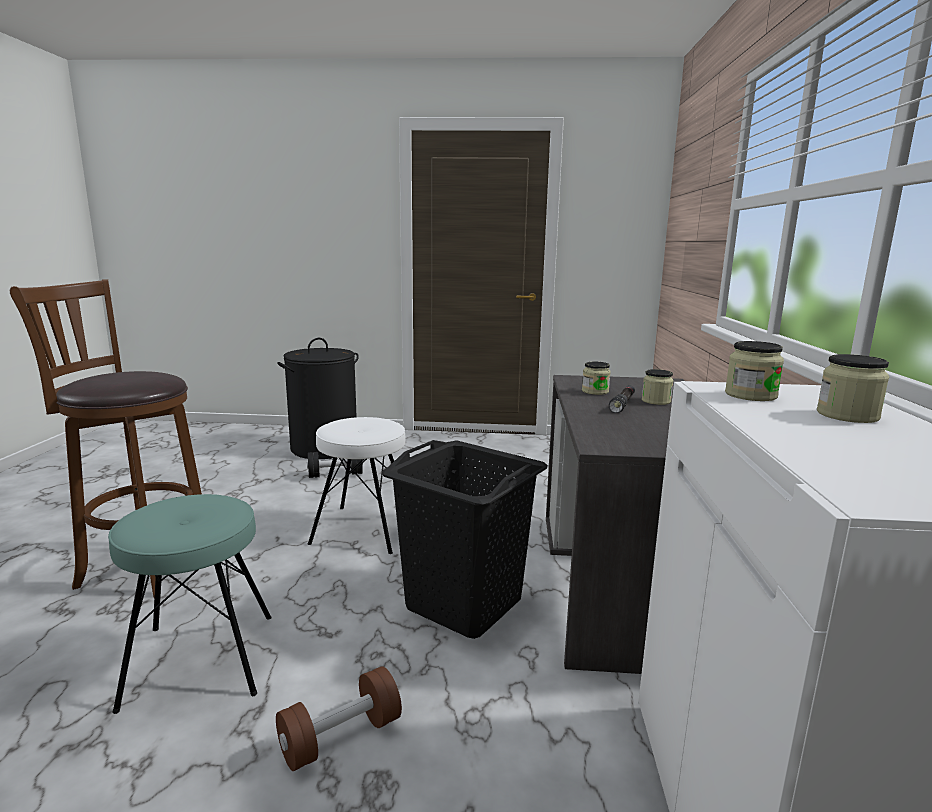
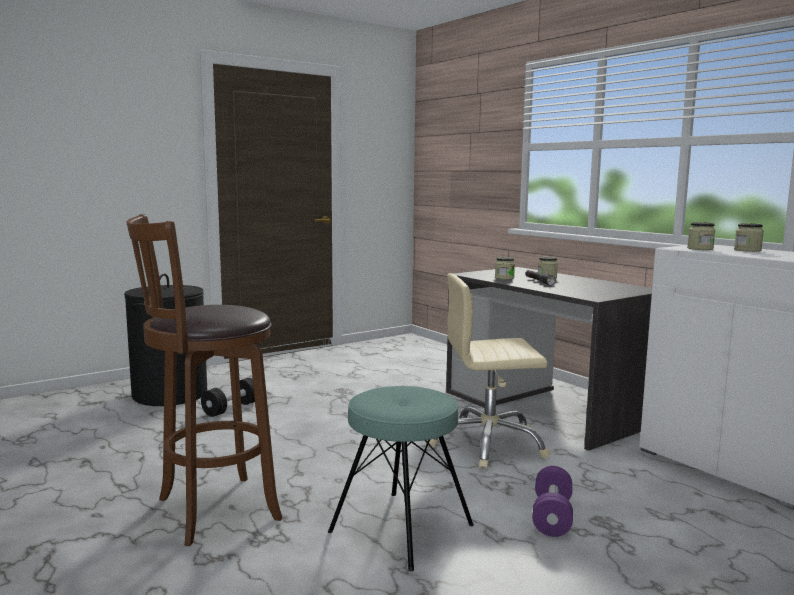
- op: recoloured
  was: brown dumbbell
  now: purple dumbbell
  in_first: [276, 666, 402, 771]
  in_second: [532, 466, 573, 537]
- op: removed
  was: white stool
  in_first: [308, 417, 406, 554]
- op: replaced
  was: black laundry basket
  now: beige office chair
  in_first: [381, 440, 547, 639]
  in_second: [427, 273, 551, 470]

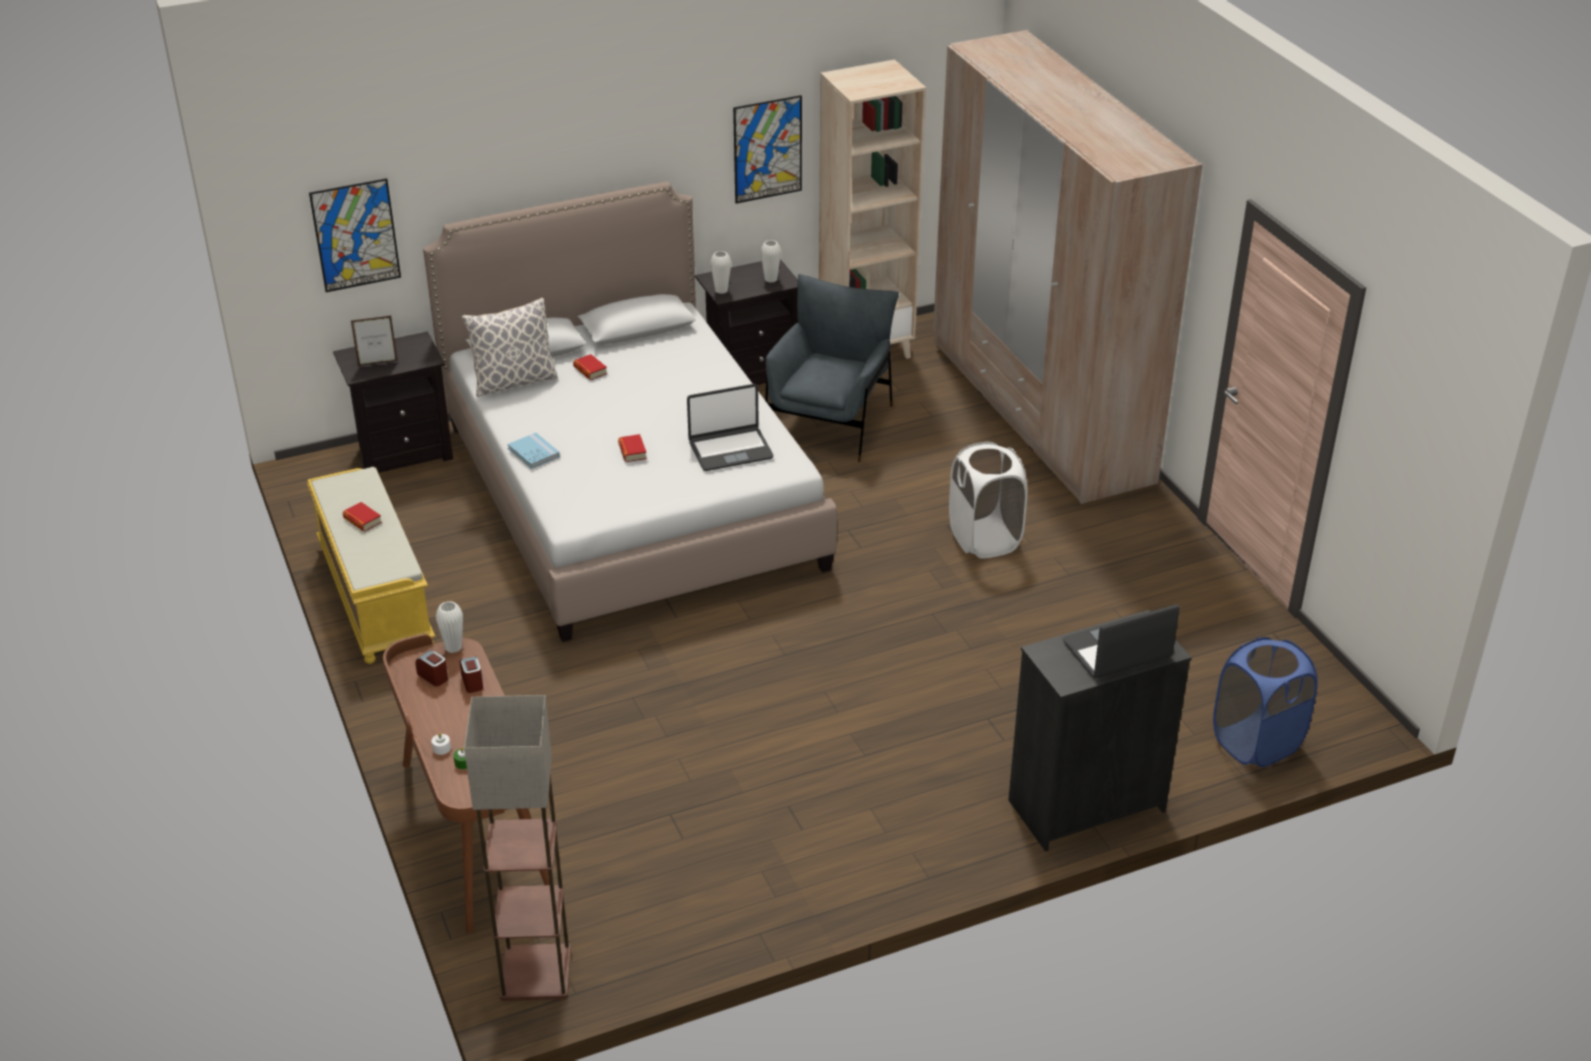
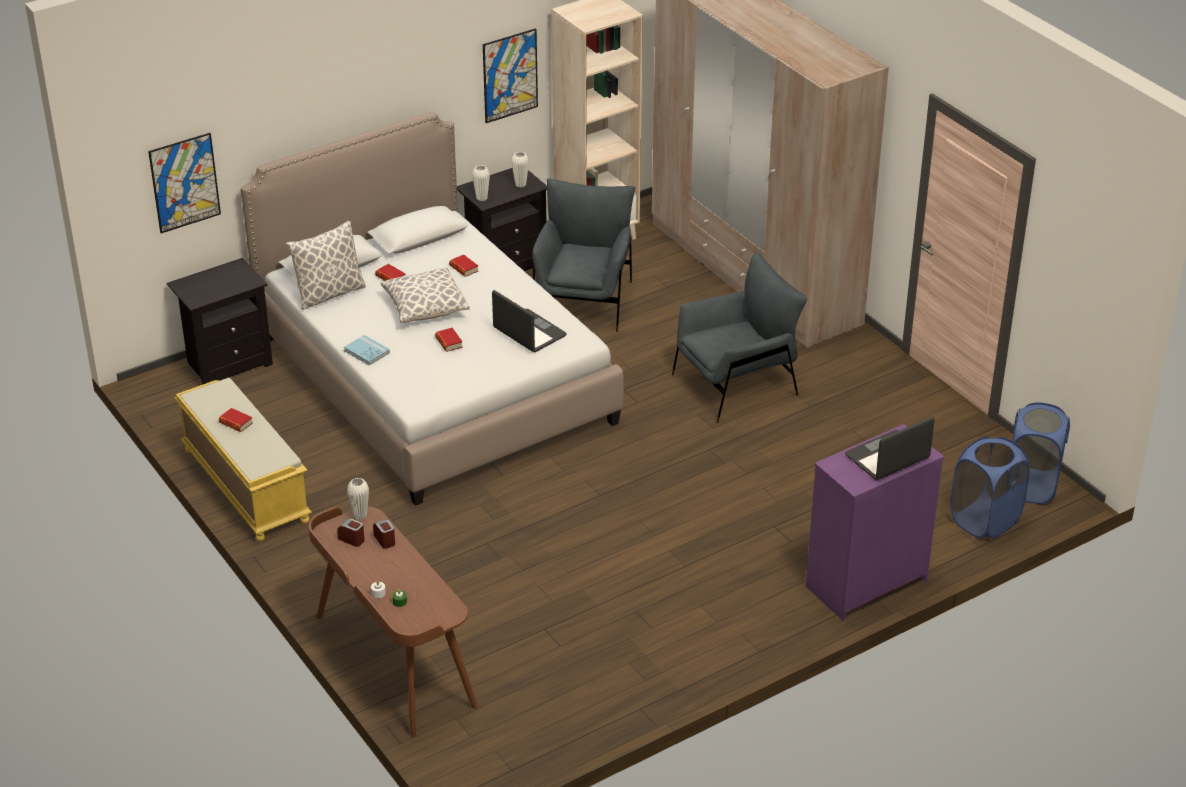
- op: removed
  was: picture frame
  in_first: [351, 316, 398, 366]
- op: removed
  was: floor lamp
  in_first: [464, 695, 571, 1001]
- op: turned
  was: laptop
  in_first: [687, 384, 773, 471]
  in_second: [492, 290, 567, 352]
  clockwise: -105
- op: replaced
  was: white laundry basket
  now: grey armchair
  in_first: [949, 442, 1027, 559]
  in_second: [672, 251, 807, 423]
- op: recoloured
  was: black dresser
  now: purple dresser
  in_first: [1008, 610, 1192, 852]
  in_second: [806, 424, 944, 621]
- op: added
  now: pillow
  in_second: [381, 268, 470, 323]
- op: added
  now: book
  in_second: [449, 255, 478, 277]
- op: added
  now: blue laundry basket
  in_second: [1012, 402, 1070, 504]

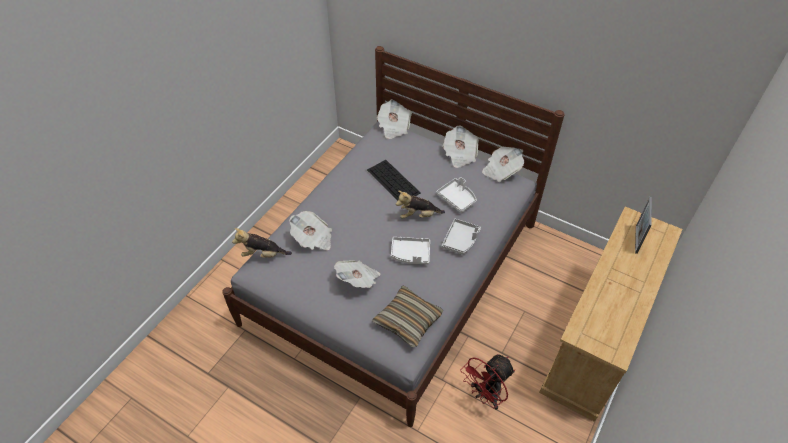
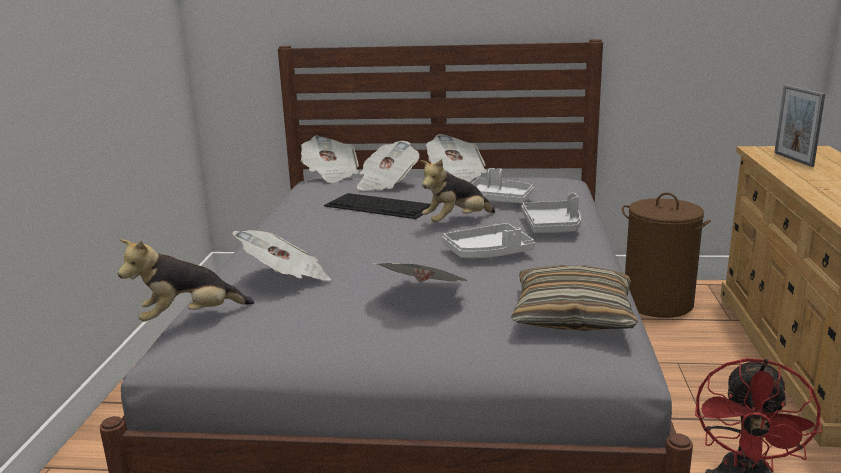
- op: moved
  was: newspaper
  in_first: [482, 147, 524, 182]
  in_second: [357, 141, 419, 191]
- op: added
  now: brown laundry basket
  in_second: [622, 193, 711, 318]

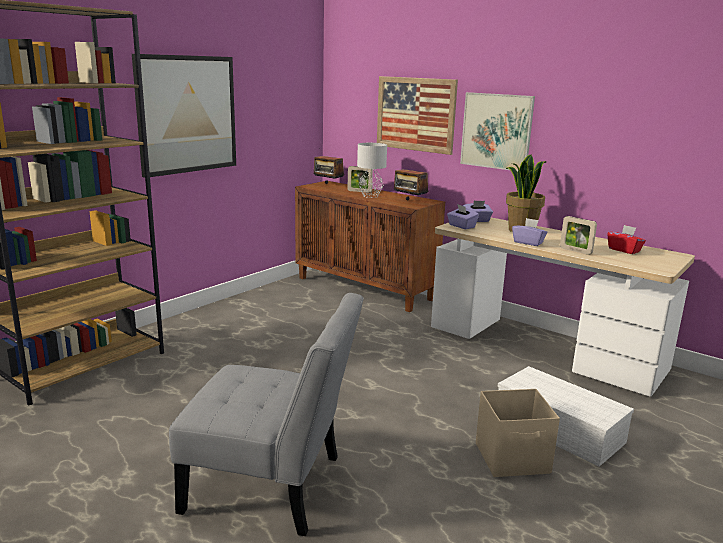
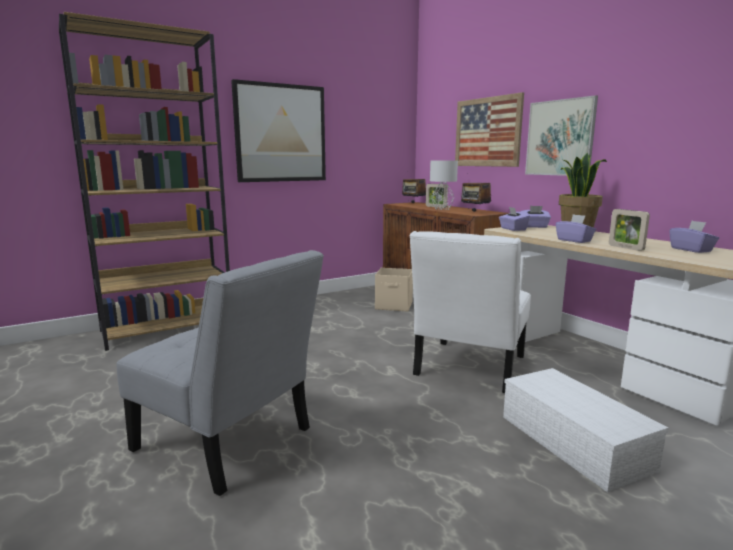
- op: moved
  was: beige storage box
  in_first: [476, 389, 560, 477]
  in_second: [375, 268, 413, 311]
- op: recoloured
  was: red tissue box
  now: purple tissue box
  in_first: [608, 225, 646, 254]
  in_second: [669, 221, 719, 253]
- op: added
  now: white chair
  in_second: [409, 231, 531, 393]

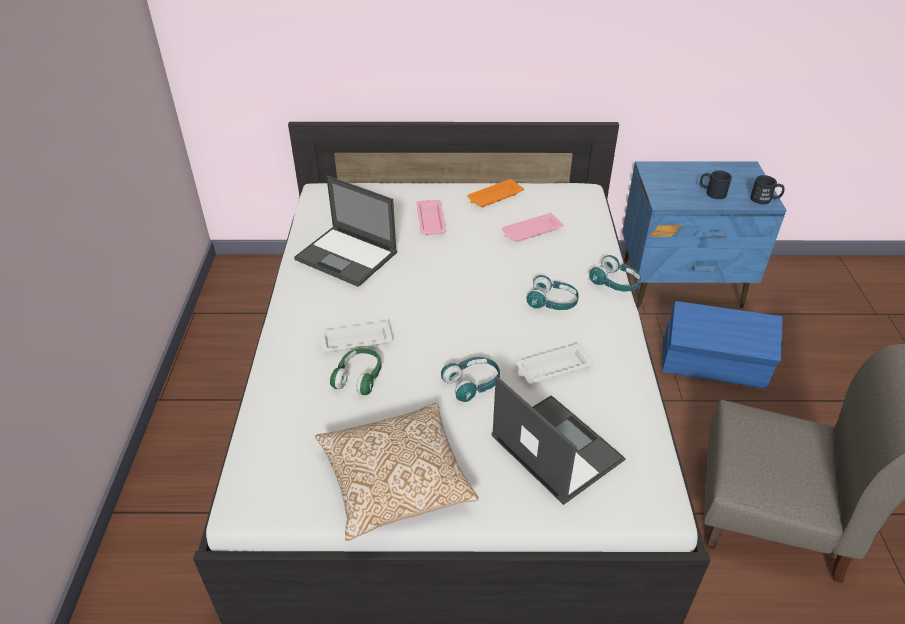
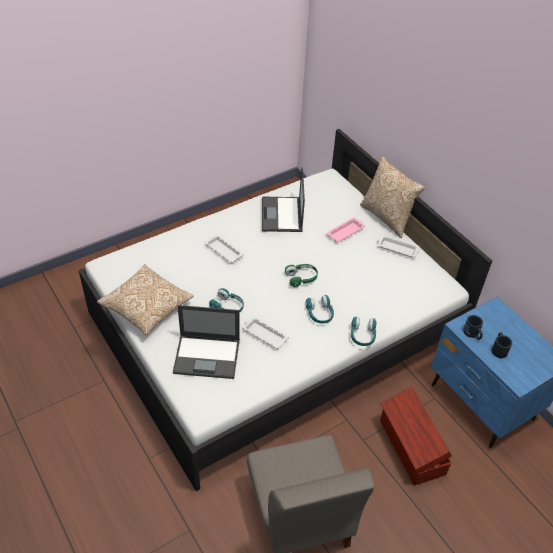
- op: moved
  was: green headphones
  in_first: [330, 348, 381, 395]
  in_second: [285, 264, 318, 287]
- op: recoloured
  was: orange tray
  now: white tray
  in_first: [467, 179, 524, 207]
  in_second: [378, 235, 420, 258]
- op: turned
  was: laptop
  in_first: [492, 376, 626, 505]
  in_second: [173, 305, 240, 379]
  clockwise: 75
- op: removed
  was: pink tray
  in_first: [502, 213, 564, 242]
- op: recoloured
  was: blue storage box
  now: brown storage box
  in_first: [662, 301, 782, 389]
  in_second: [380, 387, 452, 485]
- op: moved
  was: black mug
  in_first: [750, 175, 785, 204]
  in_second: [463, 315, 483, 340]
- op: added
  now: pillow
  in_second: [360, 156, 426, 238]

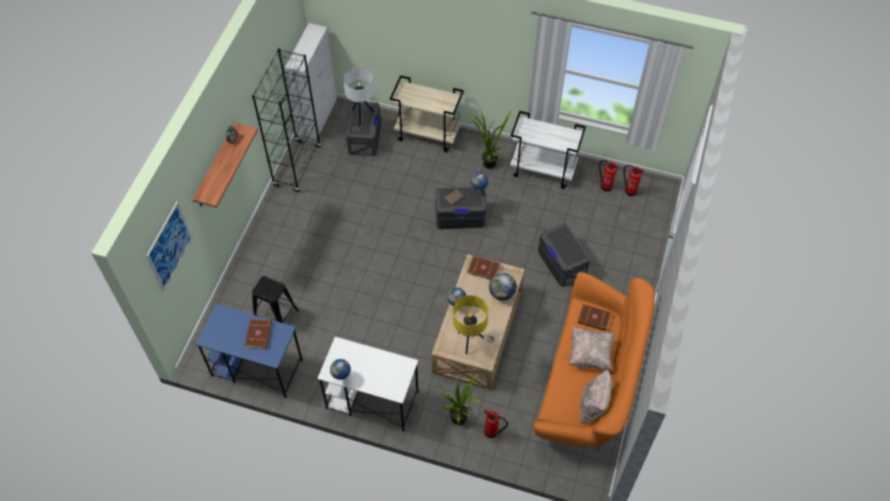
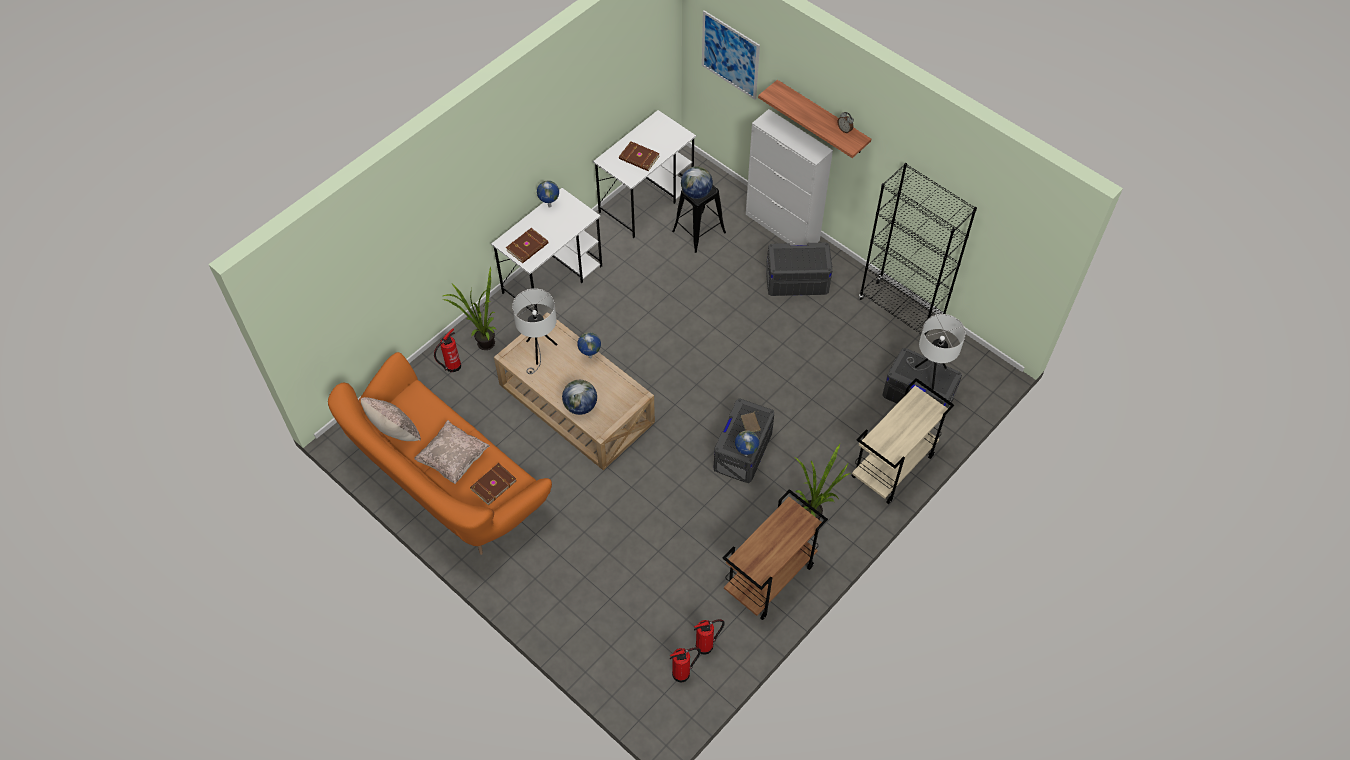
- op: recoloured
  was: blue desk
  now: white desk
  in_first: [195, 304, 303, 398]
  in_second: [593, 110, 696, 238]
- op: moved
  was: white cabinet
  in_first: [285, 23, 337, 142]
  in_second: [746, 109, 833, 245]
- op: recoloured
  was: yellow table lamp
  now: white table lamp
  in_first: [453, 295, 494, 354]
  in_second: [512, 288, 558, 374]
- op: moved
  was: brown book
  in_first: [467, 256, 500, 280]
  in_second: [506, 228, 549, 263]
- op: recoloured
  was: white cart
  now: brown cart
  in_first: [510, 111, 586, 189]
  in_second: [722, 489, 828, 620]
- op: moved
  was: grey storage box
  in_first: [538, 223, 590, 287]
  in_second: [766, 242, 832, 296]
- op: added
  now: globe
  in_second: [681, 166, 713, 199]

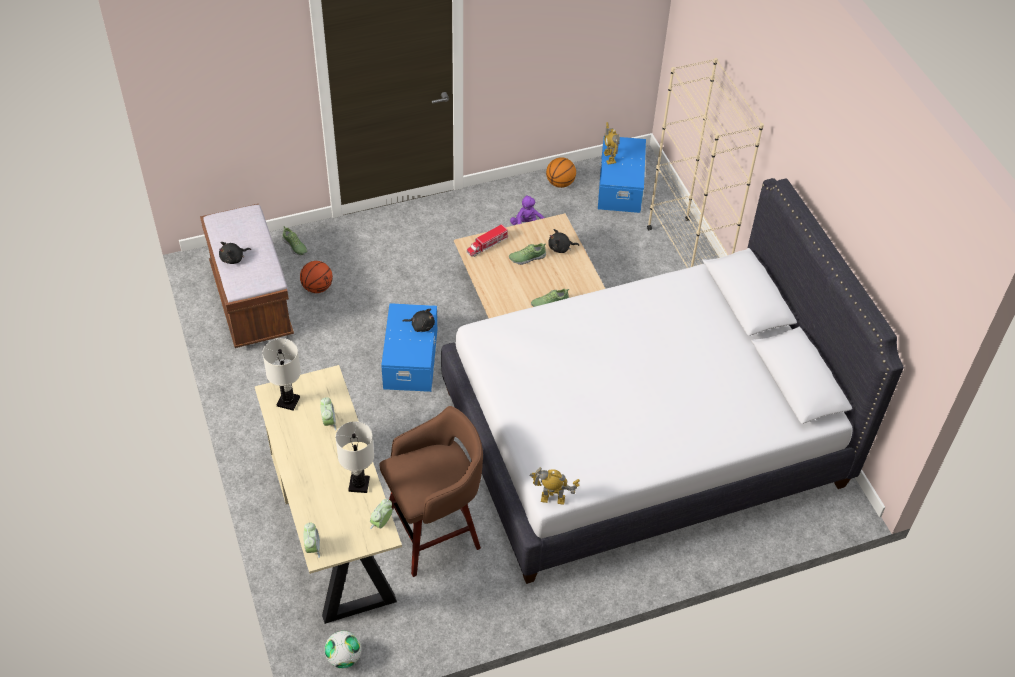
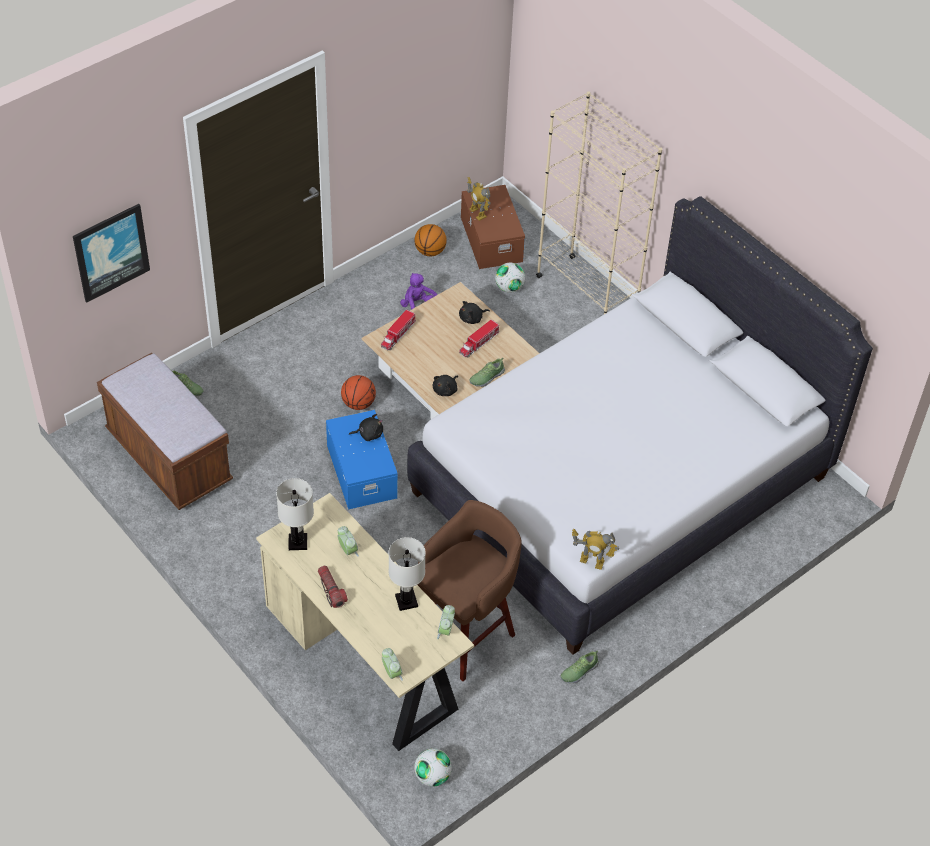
- op: moved
  was: black plush toy
  in_first: [219, 242, 251, 264]
  in_second: [433, 375, 458, 396]
- op: moved
  was: basketball
  in_first: [300, 261, 333, 293]
  in_second: [341, 375, 376, 410]
- op: moved
  was: shoe
  in_first: [509, 243, 546, 265]
  in_second: [561, 651, 599, 683]
- op: turned
  was: toy robot
  in_first: [530, 468, 580, 505]
  in_second: [572, 529, 619, 570]
  clockwise: -150
- op: recoloured
  was: blue storage box
  now: brown storage box
  in_first: [598, 136, 646, 213]
  in_second: [461, 185, 525, 269]
- op: added
  now: picture
  in_second: [73, 204, 150, 303]
- op: added
  now: flashlight
  in_second: [318, 566, 348, 608]
- op: added
  now: toy truck
  in_second: [459, 319, 499, 357]
- op: added
  now: football
  in_second: [495, 263, 525, 292]

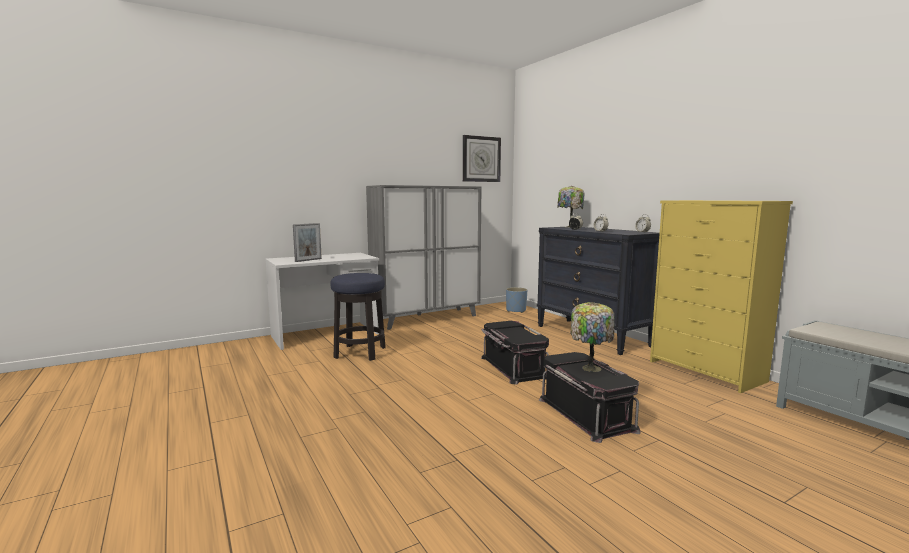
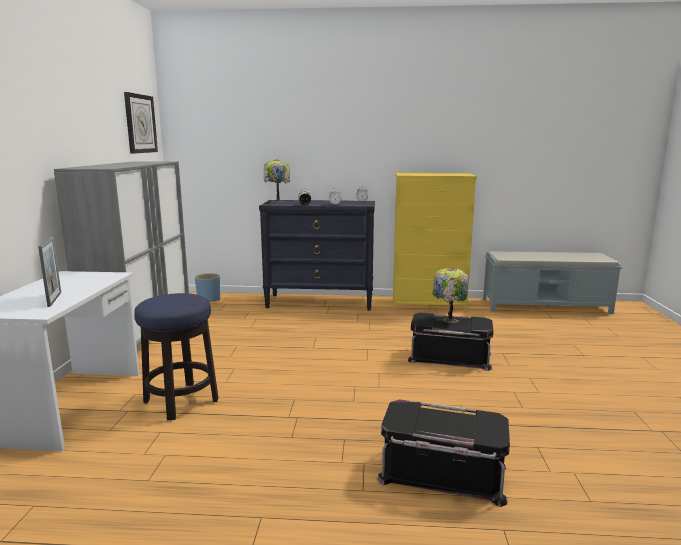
- op: moved
  was: black storage box
  in_first: [481, 321, 549, 385]
  in_second: [377, 399, 510, 507]

